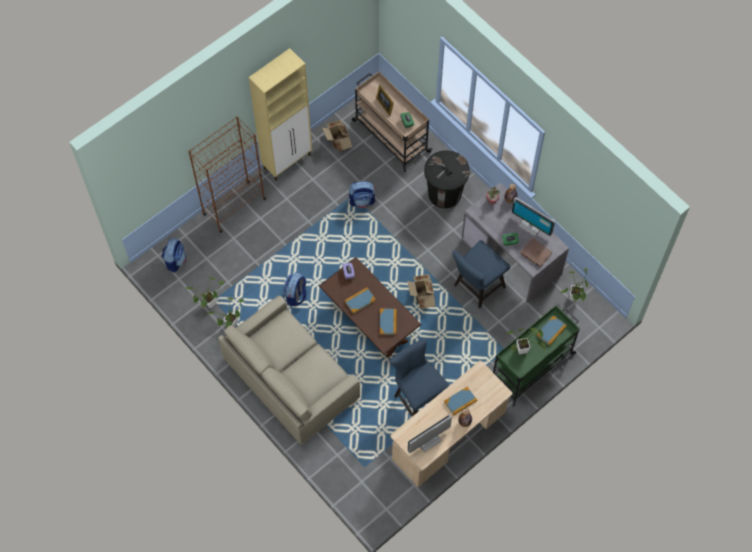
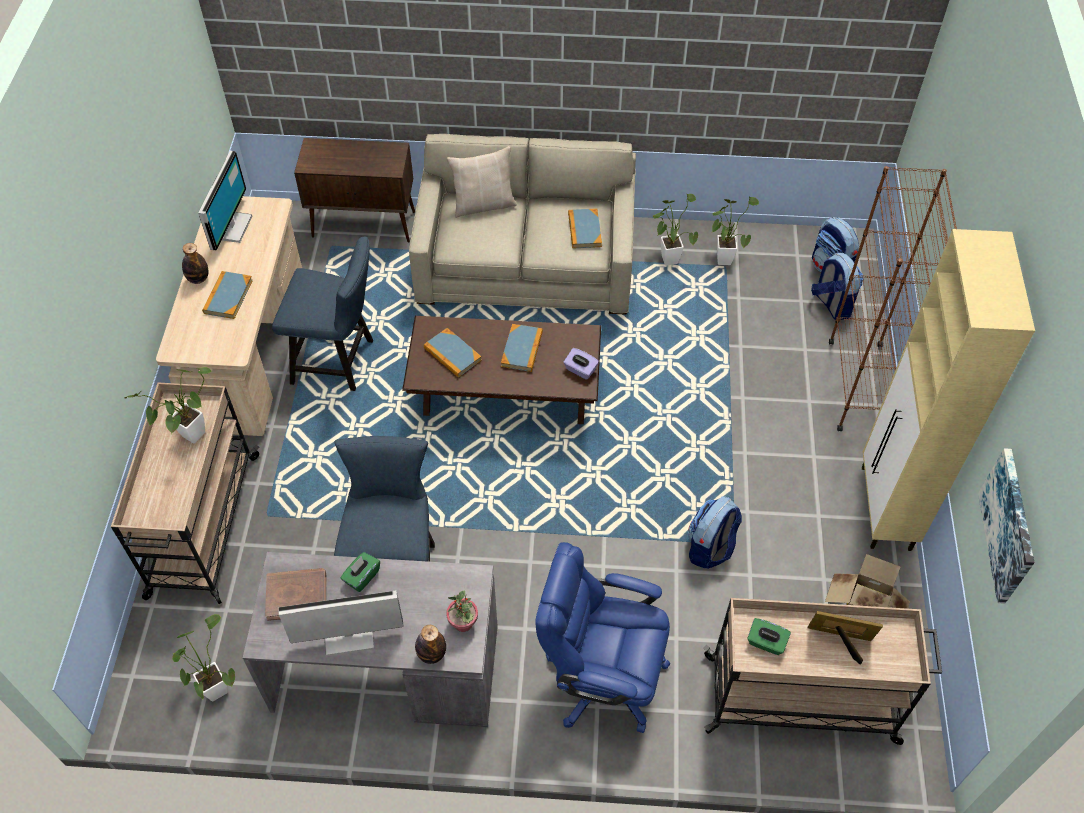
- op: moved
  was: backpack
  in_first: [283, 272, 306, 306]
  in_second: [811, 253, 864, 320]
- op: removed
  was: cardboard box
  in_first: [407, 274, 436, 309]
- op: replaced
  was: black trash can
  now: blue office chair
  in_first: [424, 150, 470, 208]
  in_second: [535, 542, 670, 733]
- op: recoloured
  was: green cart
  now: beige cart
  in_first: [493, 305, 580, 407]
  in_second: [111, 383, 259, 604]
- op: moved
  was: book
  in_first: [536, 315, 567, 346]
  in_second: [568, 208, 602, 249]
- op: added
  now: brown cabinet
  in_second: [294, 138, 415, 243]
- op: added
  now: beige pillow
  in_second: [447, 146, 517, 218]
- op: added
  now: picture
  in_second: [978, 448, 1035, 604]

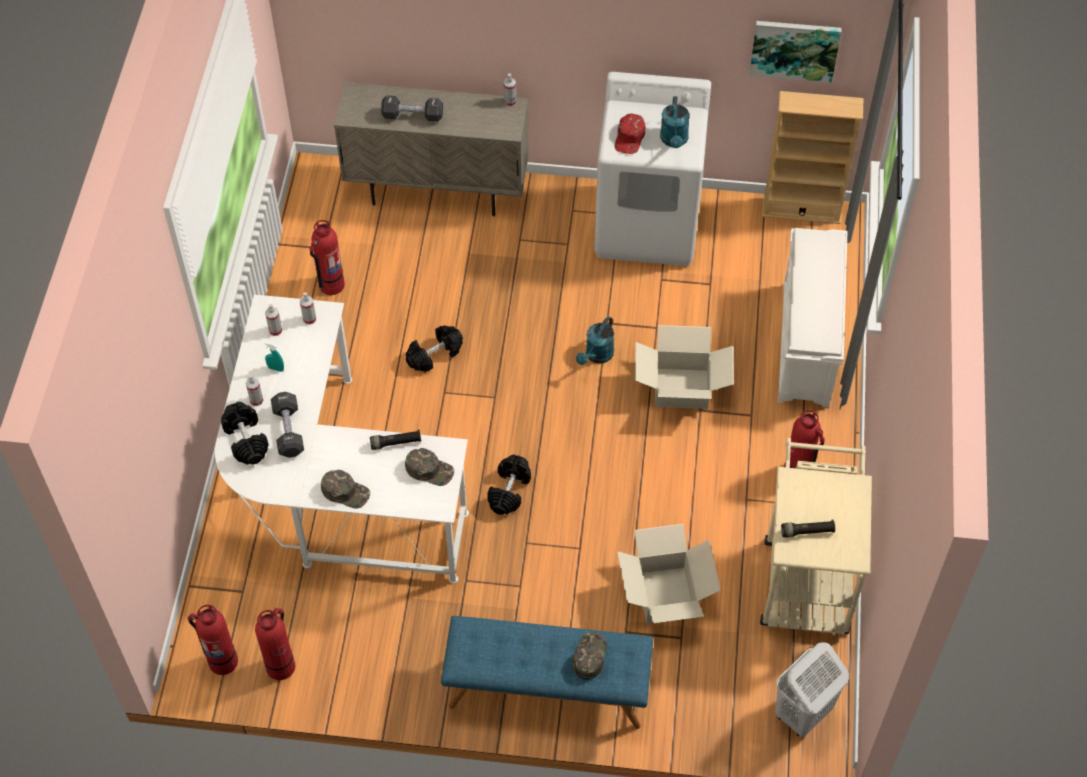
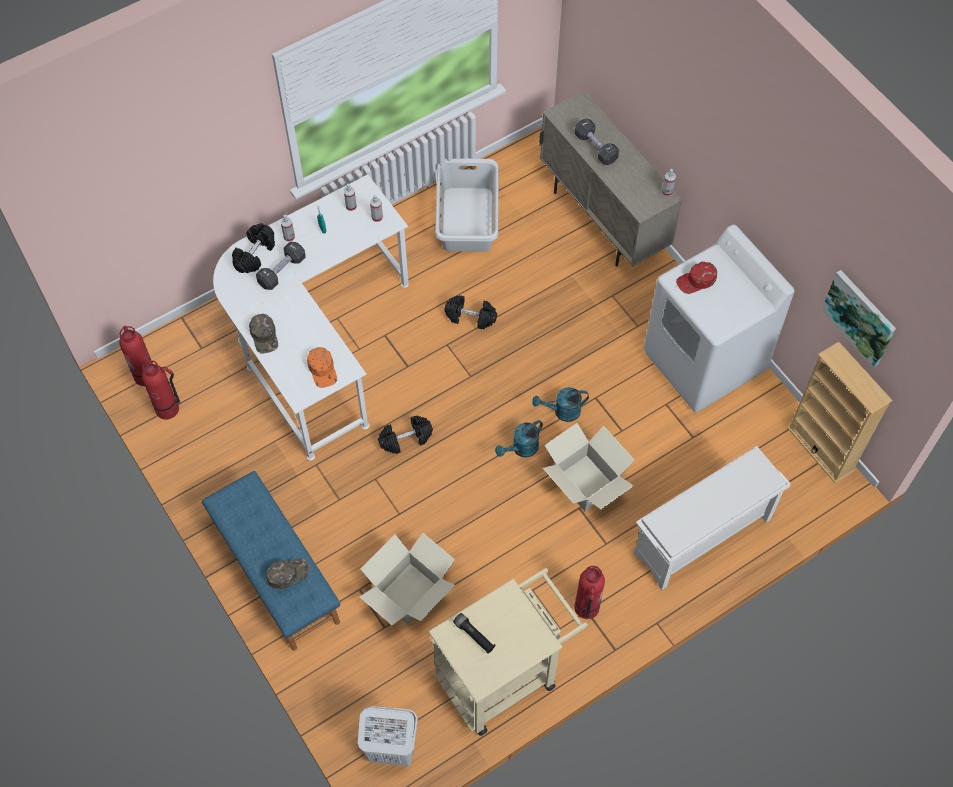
- op: replaced
  was: fire extinguisher
  now: grey laundry basket
  in_first: [309, 220, 345, 295]
  in_second: [435, 158, 499, 252]
- op: removed
  was: black flashlight
  in_first: [370, 429, 421, 450]
- op: recoloured
  was: green cap
  now: orange cap
  in_first: [405, 448, 454, 486]
  in_second: [307, 347, 337, 388]
- op: moved
  was: turquoise watering can
  in_first: [660, 96, 690, 148]
  in_second: [495, 420, 543, 457]

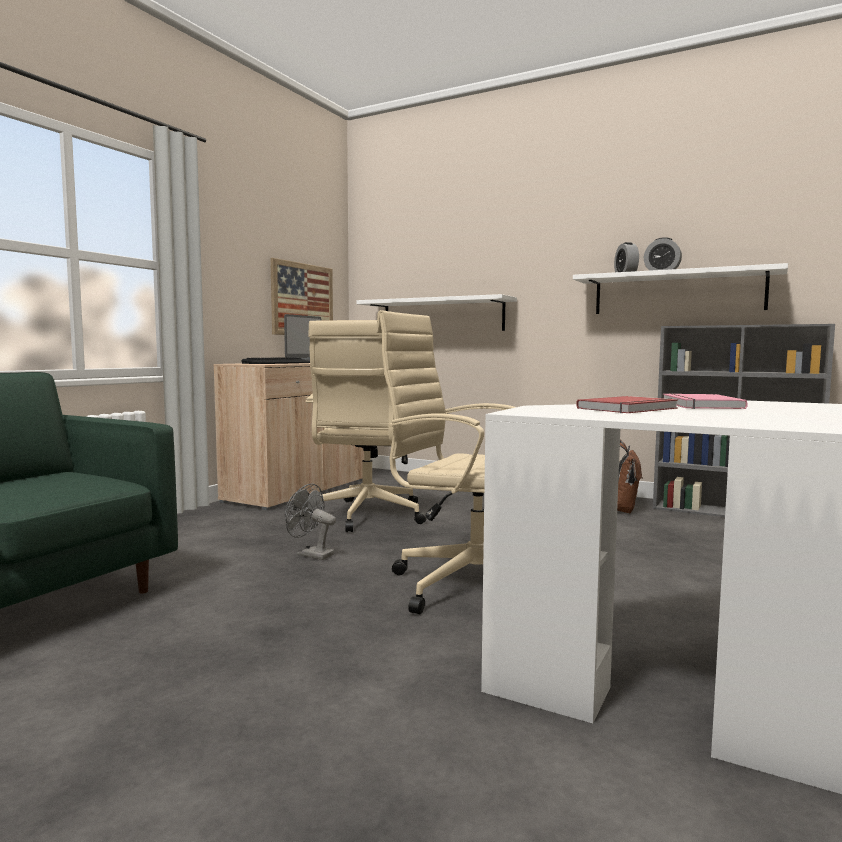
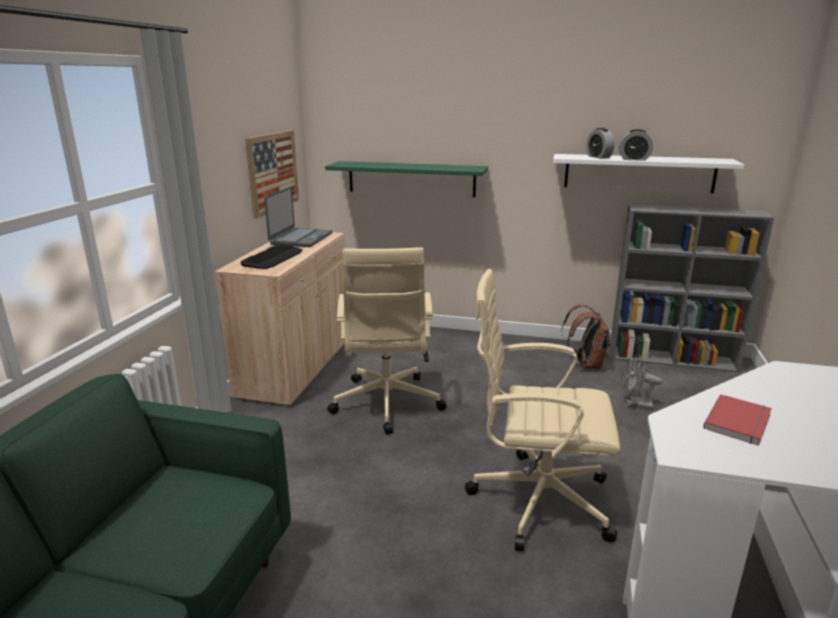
- op: moved
  was: grey fan
  in_first: [285, 483, 336, 560]
  in_second: [622, 354, 662, 409]
- op: recoloured
  was: white shelf
  now: green shelf
  in_first: [356, 294, 517, 331]
  in_second: [325, 161, 488, 197]
- op: removed
  was: pink book
  in_first: [663, 393, 748, 409]

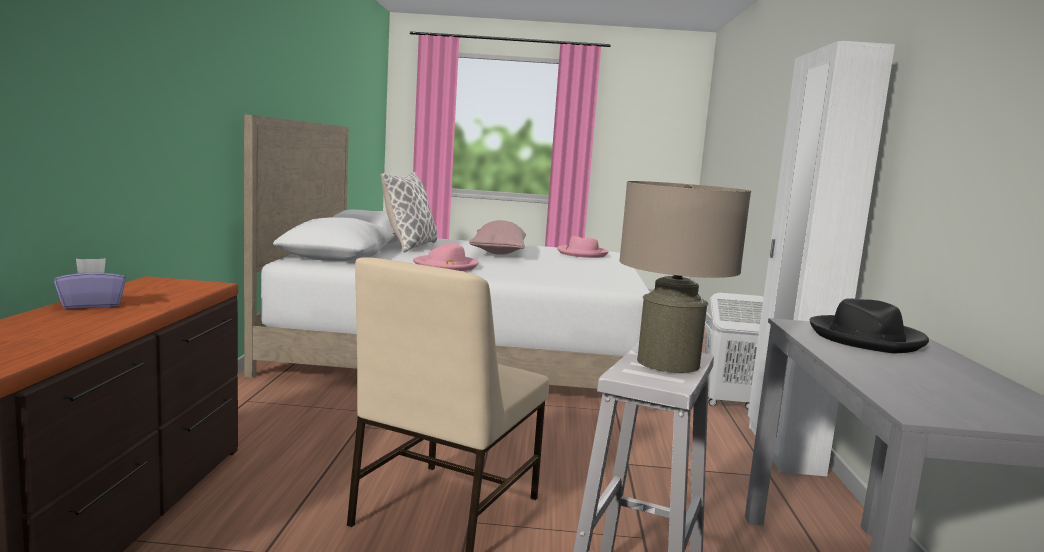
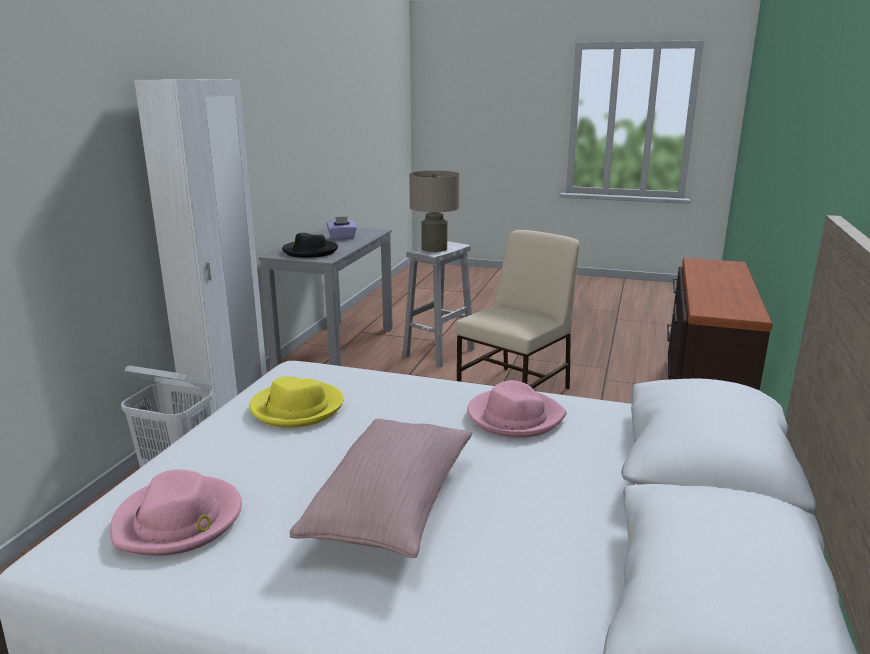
- op: moved
  was: purple tissue box
  in_first: [54, 258, 126, 309]
  in_second: [327, 216, 357, 239]
- op: removed
  was: pillow
  in_first: [381, 172, 437, 253]
- op: added
  now: yellow hat
  in_second: [249, 376, 344, 428]

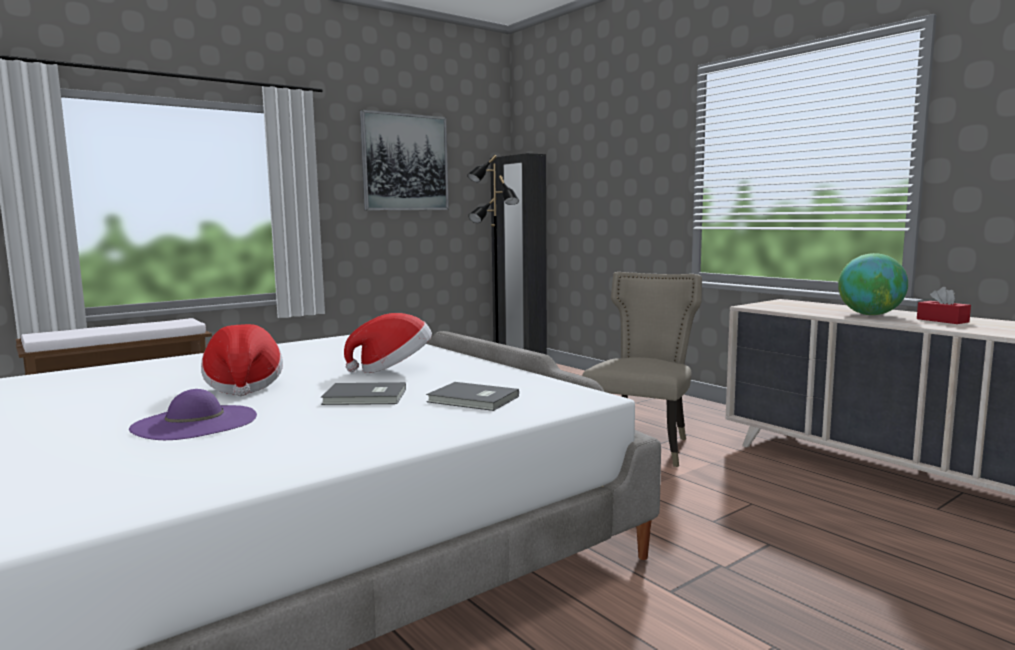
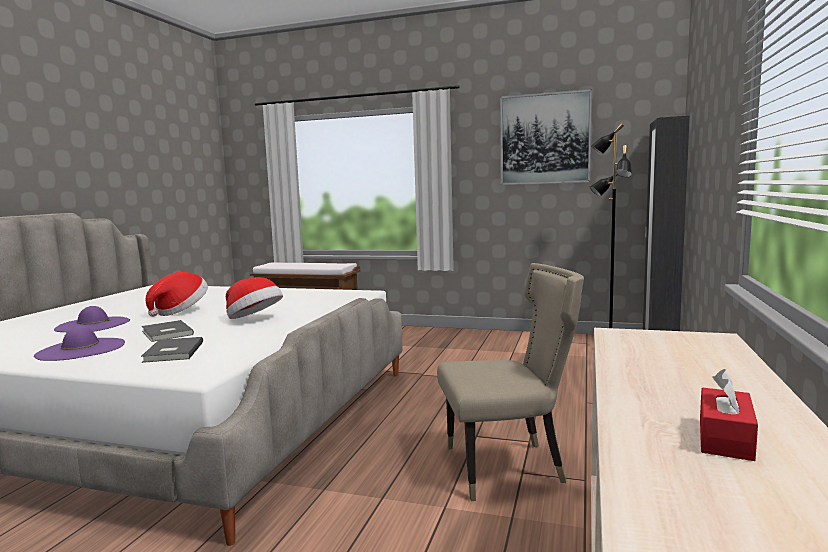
- op: removed
  was: globe
  in_first: [838, 253, 908, 315]
- op: added
  now: purple hat
  in_second: [34, 326, 125, 361]

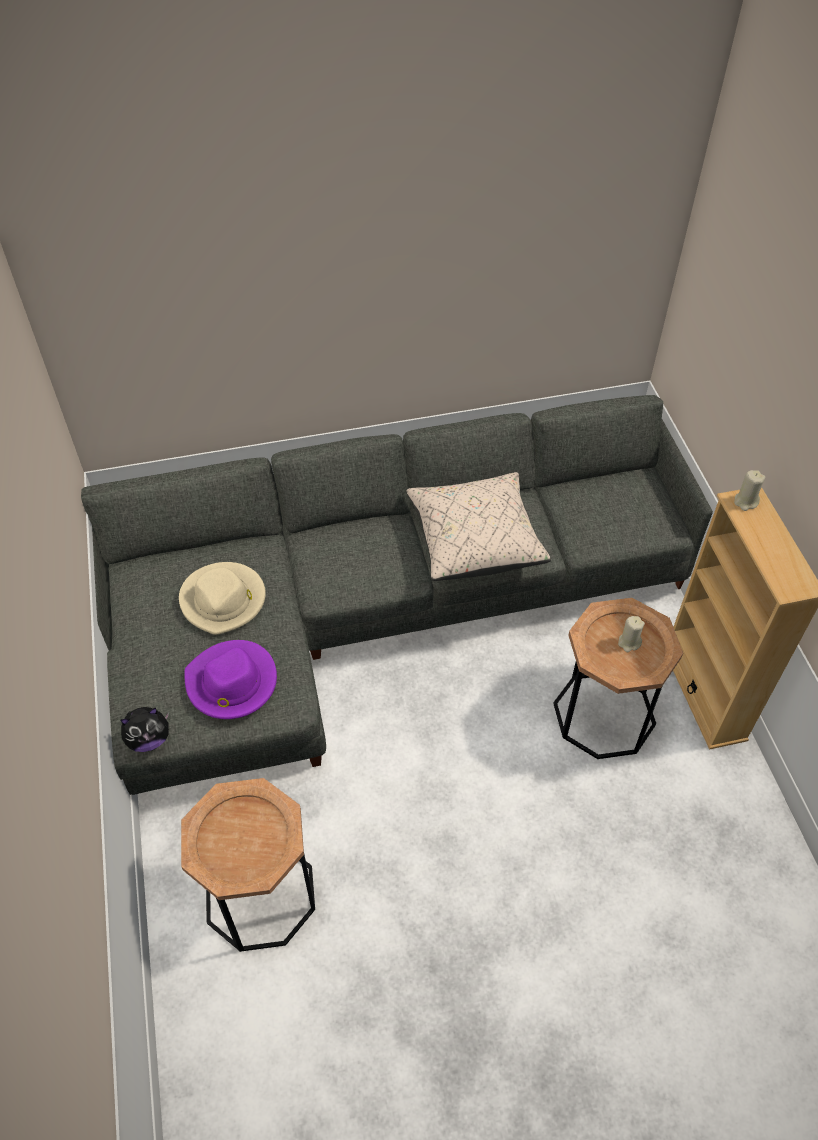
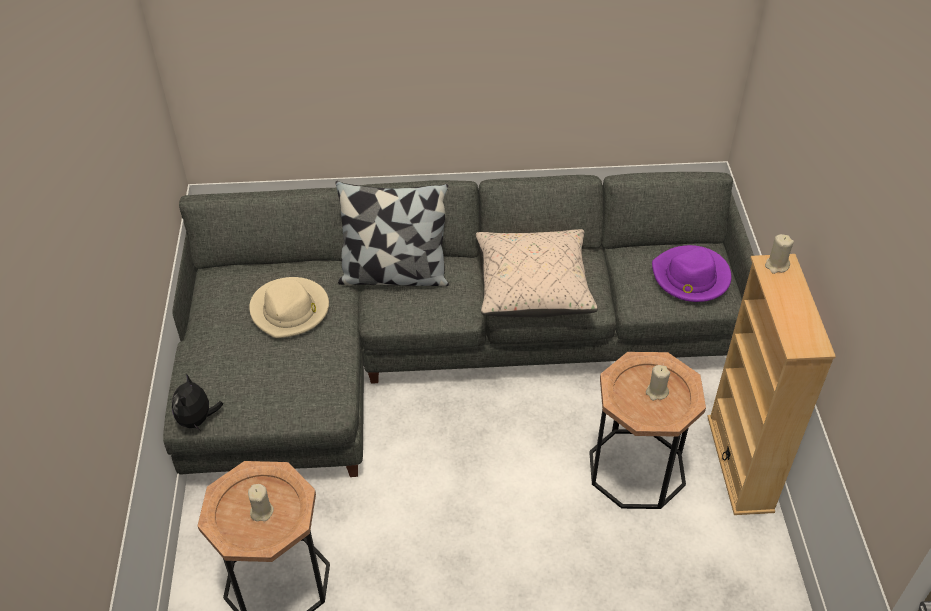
- op: turned
  was: plush toy
  in_first: [121, 707, 169, 752]
  in_second: [172, 374, 223, 431]
  clockwise: 105
- op: moved
  was: purple hat
  in_first: [185, 640, 277, 719]
  in_second: [652, 245, 731, 302]
- op: added
  now: beige candle
  in_second: [248, 484, 274, 521]
- op: added
  now: pillow
  in_second: [335, 181, 449, 286]

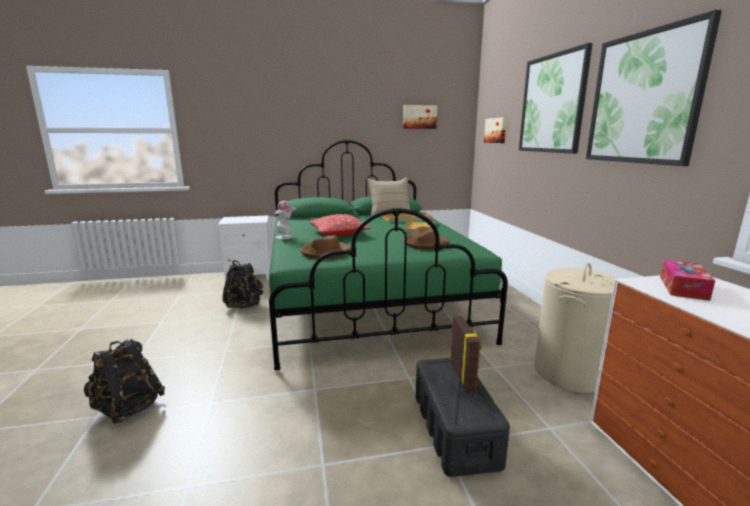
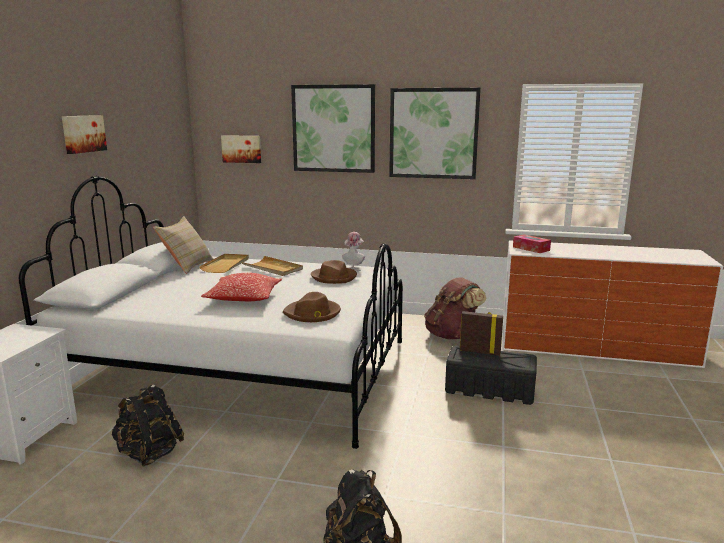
- op: recoloured
  was: green bed
  now: white bed
  in_first: [269, 140, 508, 370]
  in_second: [19, 176, 403, 449]
- op: moved
  was: hat
  in_first: [274, 201, 296, 240]
  in_second: [342, 232, 365, 272]
- op: moved
  was: picture
  in_first: [403, 105, 437, 129]
  in_second: [62, 115, 107, 154]
- op: replaced
  was: beige laundry basket
  now: brown backpack
  in_first: [535, 263, 619, 393]
  in_second: [424, 277, 487, 339]

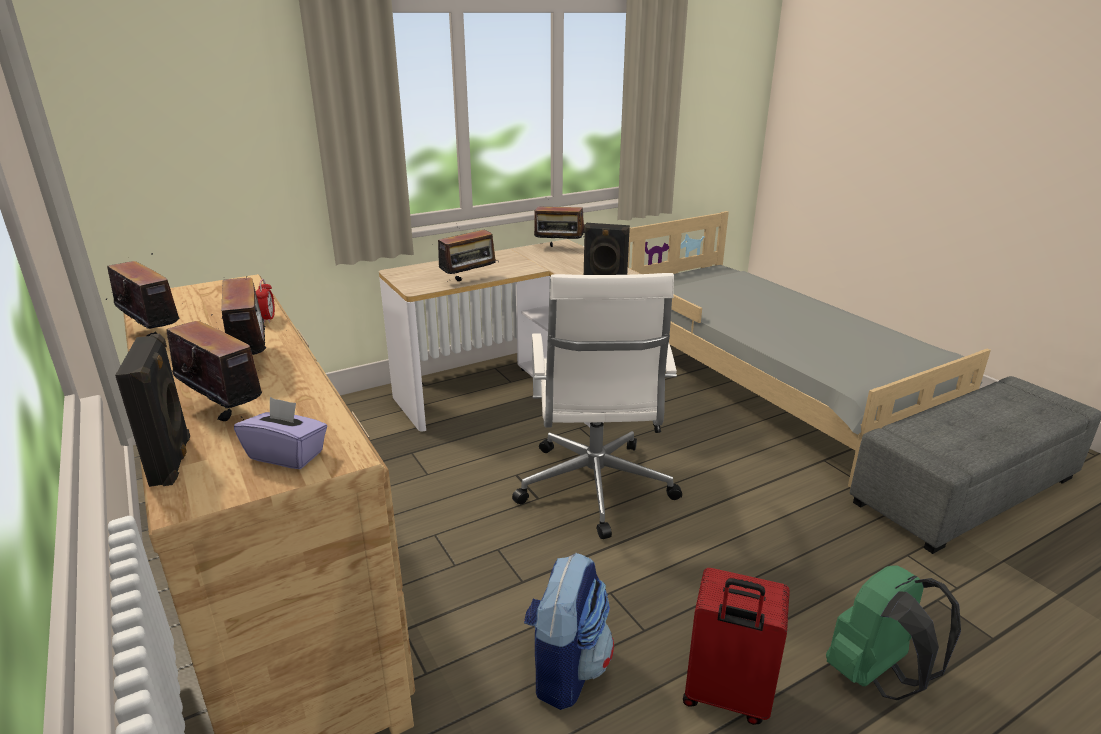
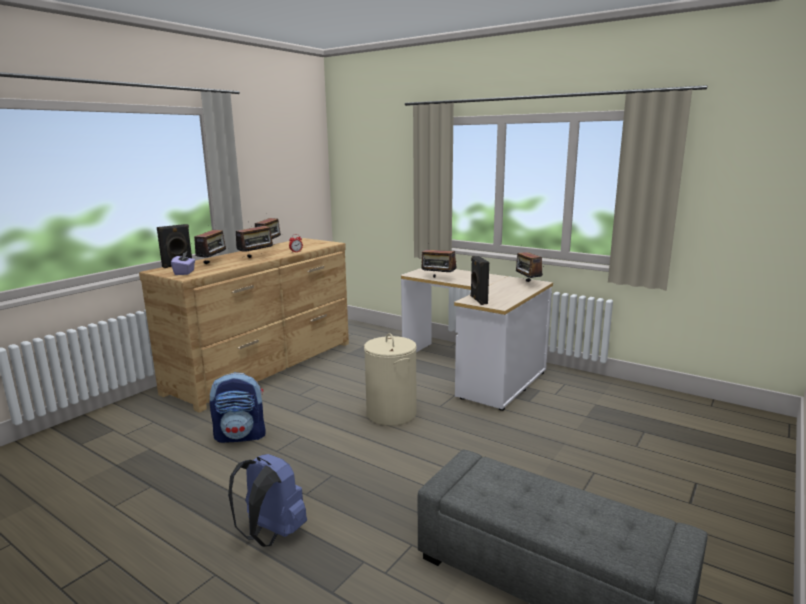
- op: replaced
  was: white office chair
  now: beige laundry basket
  in_first: [512, 273, 682, 539]
  in_second: [364, 333, 417, 426]
- op: removed
  was: grey bed
  in_first: [628, 211, 991, 488]
- op: removed
  was: red suitcase
  in_first: [683, 568, 790, 725]
- op: recoloured
  was: green backpack
  now: blue backpack
  in_first: [826, 565, 961, 700]
  in_second: [228, 454, 307, 547]

